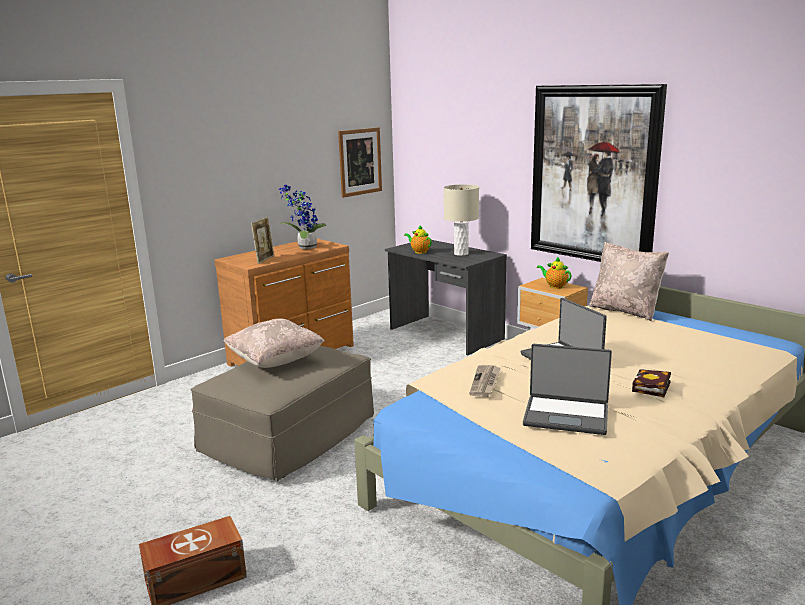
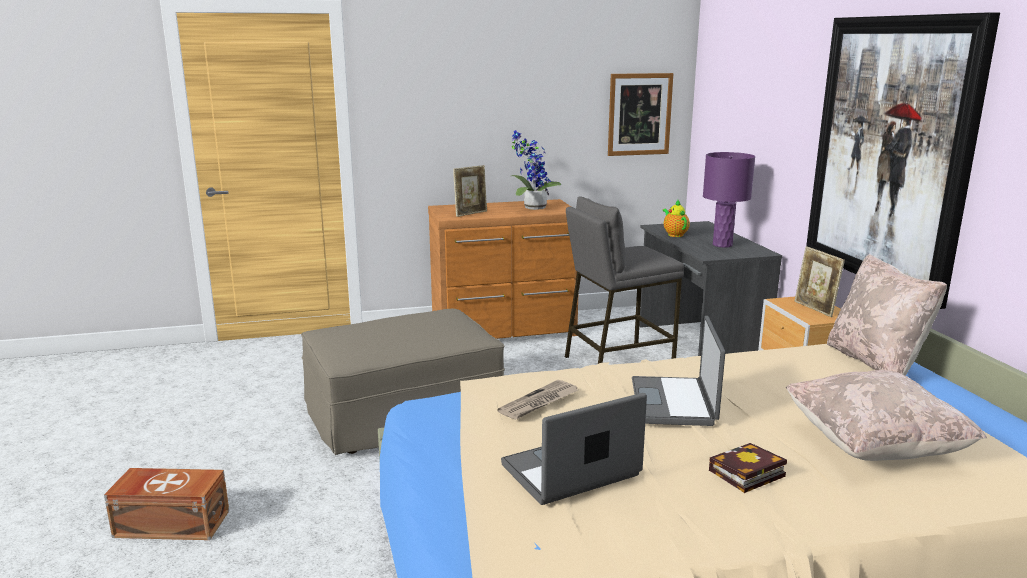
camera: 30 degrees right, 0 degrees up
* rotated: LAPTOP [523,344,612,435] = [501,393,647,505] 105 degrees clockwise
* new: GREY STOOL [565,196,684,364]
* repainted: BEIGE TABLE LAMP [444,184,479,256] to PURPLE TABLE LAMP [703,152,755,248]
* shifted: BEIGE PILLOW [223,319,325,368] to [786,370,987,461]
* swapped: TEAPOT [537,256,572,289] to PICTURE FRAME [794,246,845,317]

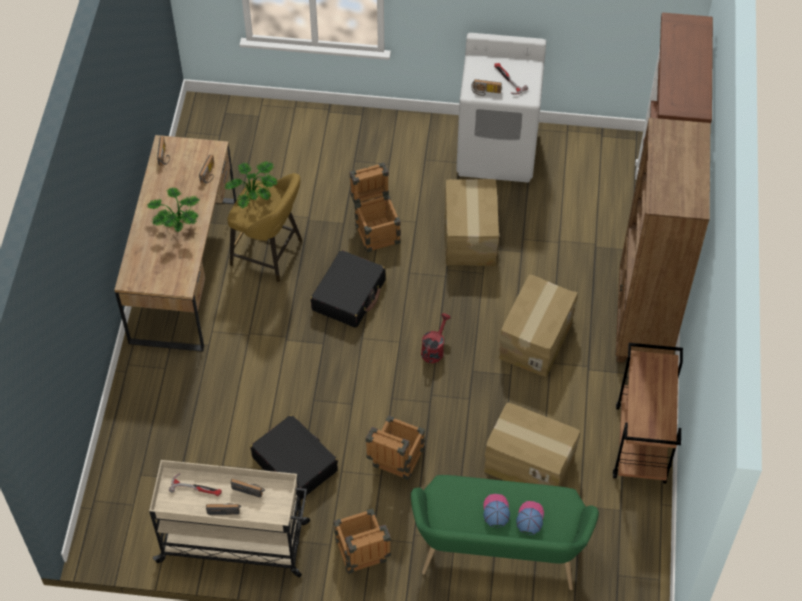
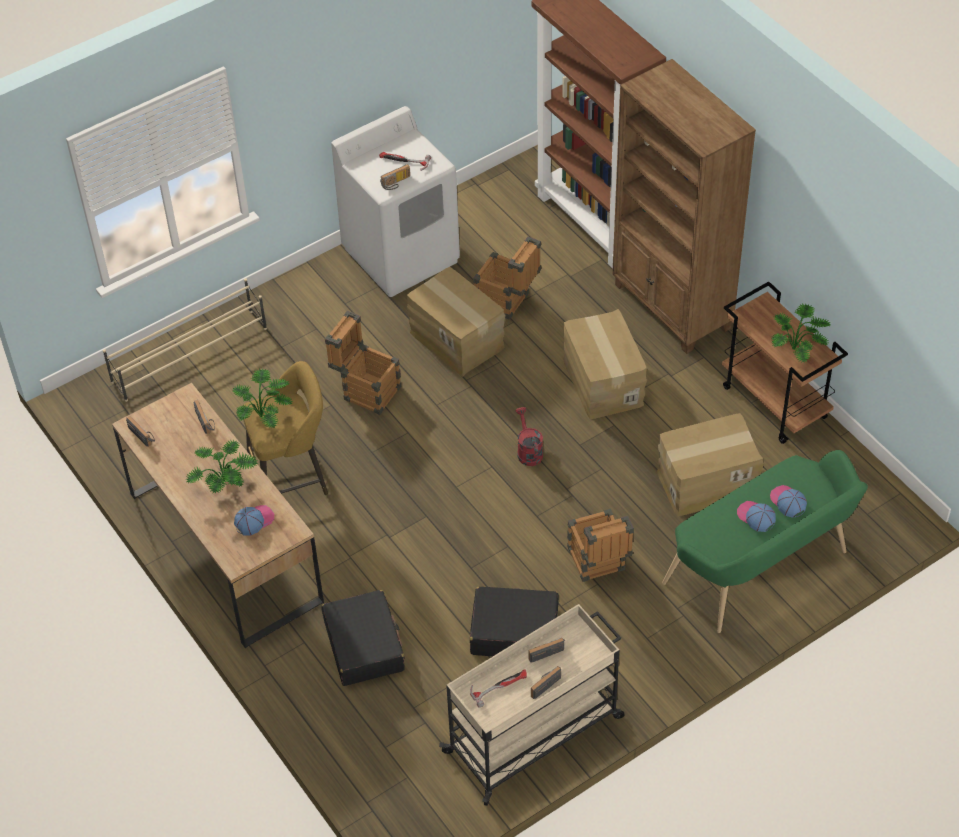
camera: 40 degrees left, 5 degrees down
* new: BEIGE SHOE RACK [103,278,267,402]
* new: CAP [234,505,275,535]
* shifted: BLACK SUITCASE [311,250,386,328] to [322,590,405,686]
* shifted: CRATE [334,508,391,574] to [473,236,541,320]
* new: POTTED PLANT [772,304,831,363]

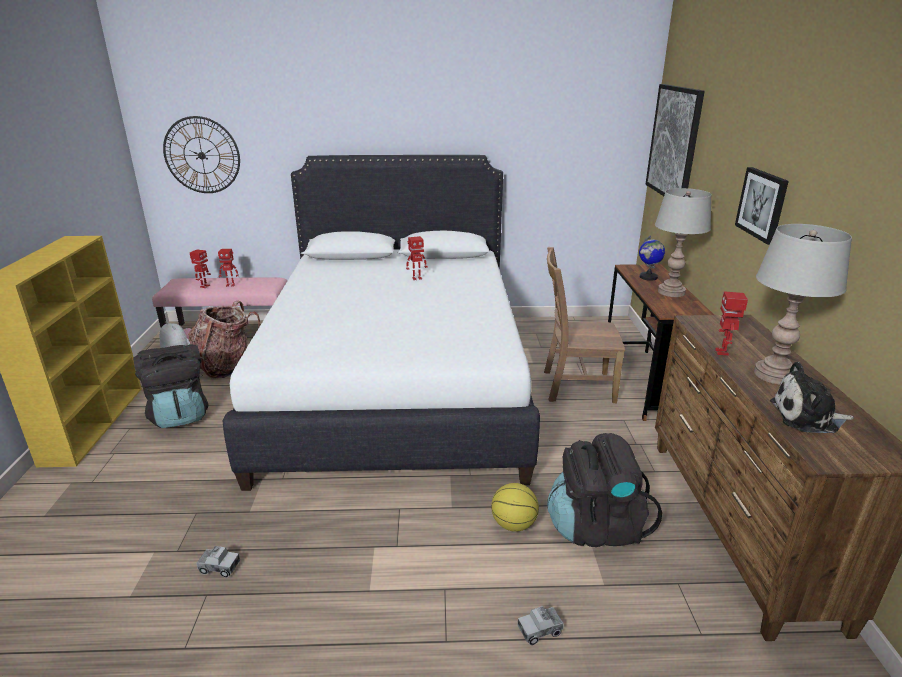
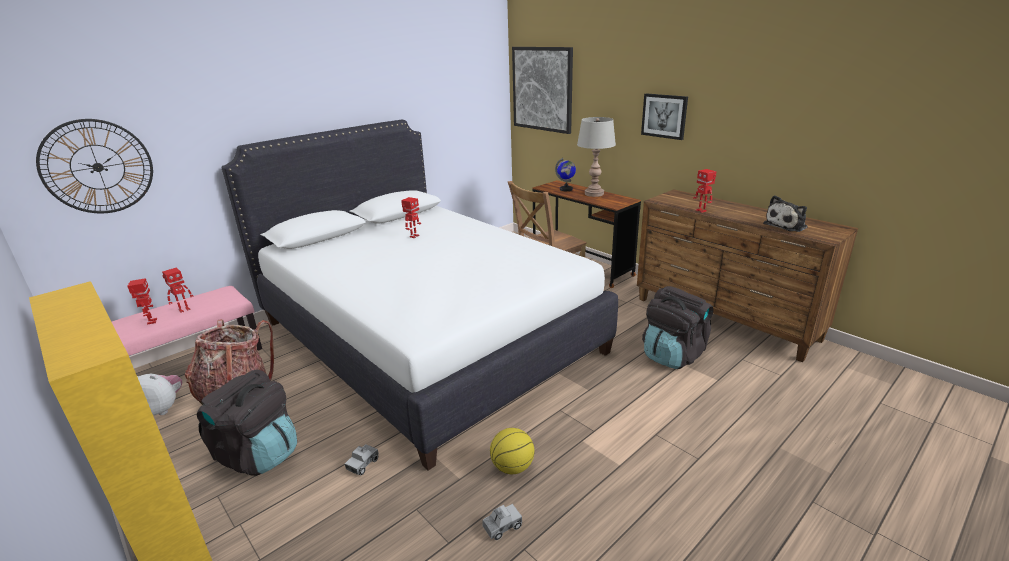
camera: 40 degrees left, 0 degrees up
* shifted: TOY TRUCK [518,606,563,645] to [345,444,379,475]
* shifted: BASKETBALL [491,483,539,532] to [490,428,535,474]
* gone: GREY TABLE LAMP [754,224,852,385]

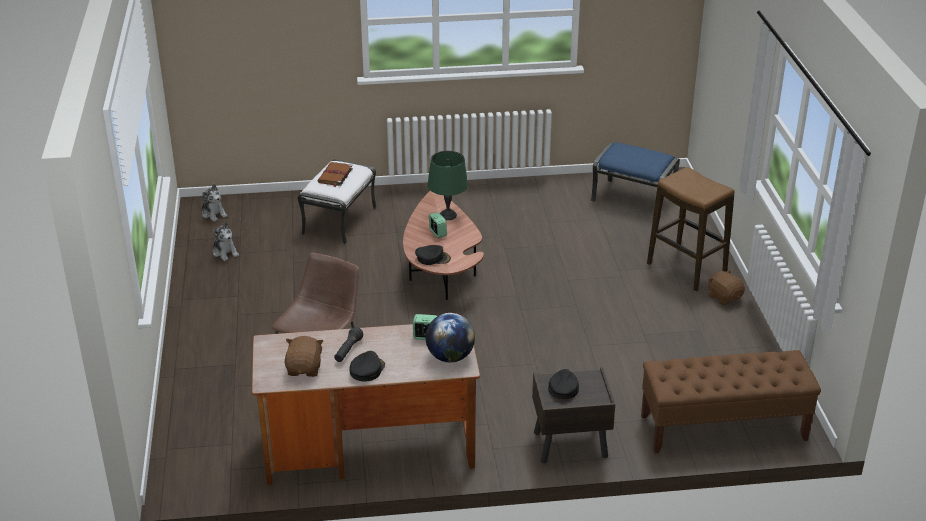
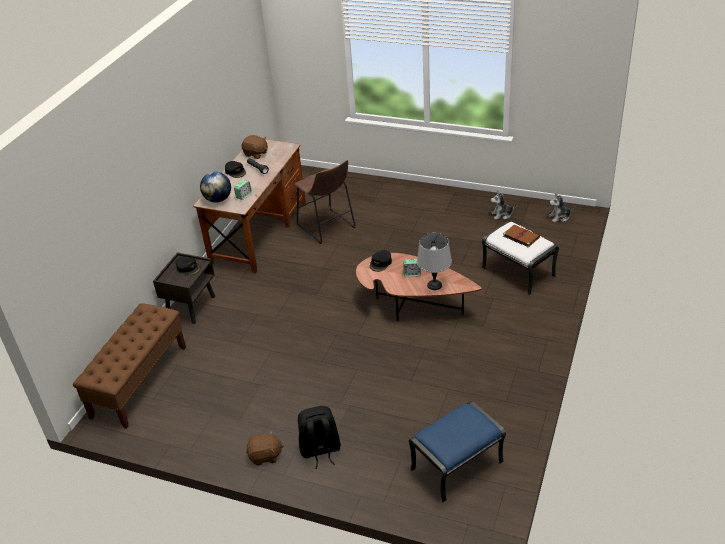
camera: 120 degrees right, 5 degrees up
* swapped: STOOL [647,167,734,291] to BLACK BACKPACK [298,406,341,469]
* repainted: GREEN TABLE LAMP [427,151,468,220] to GREY TABLE LAMP [417,233,452,290]

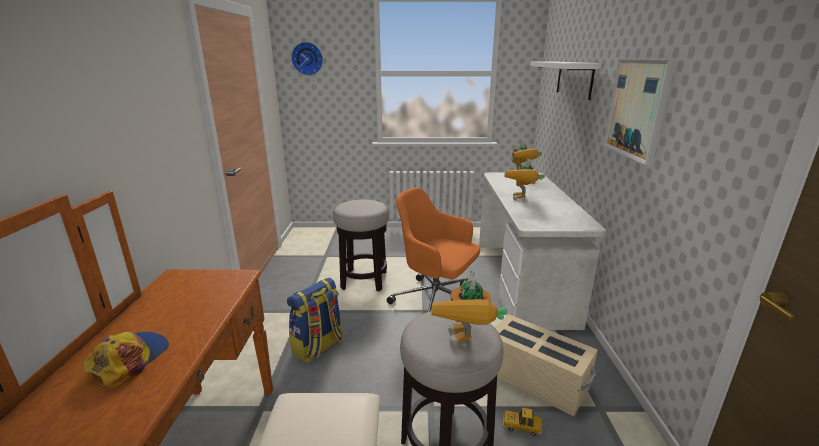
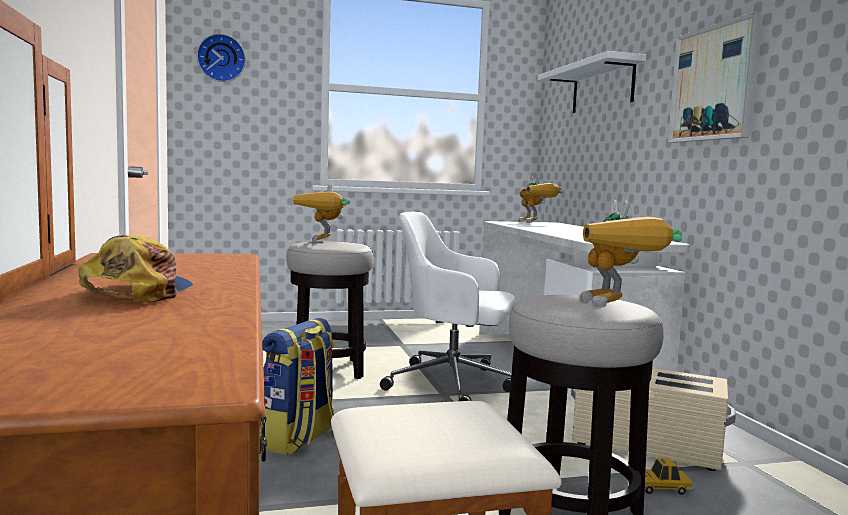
camera: 15 degrees left, 15 degrees down
* shifted: TOY ROBOT [504,159,545,200] to [293,183,350,242]
* repainted: ORANGE OFFICE CHAIR [387,188,480,312] to WHITE OFFICE CHAIR [380,212,516,401]

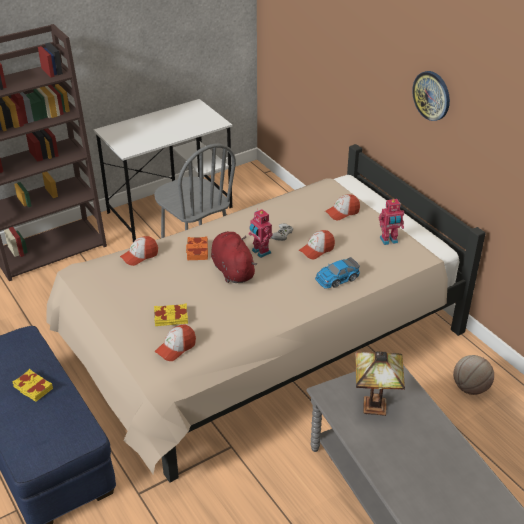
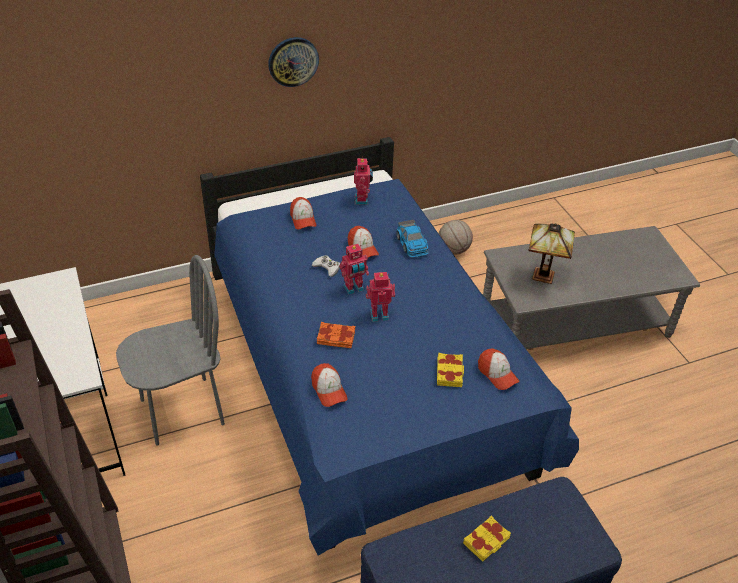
camera: 80 degrees left, 5 degrees up
* repainted: BEIGE BED [46,144,485,482] to BLUE BED [200,137,579,556]
* swapped: RED PLUSH TOY [211,231,257,283] to TOY ROBOT [366,272,395,322]

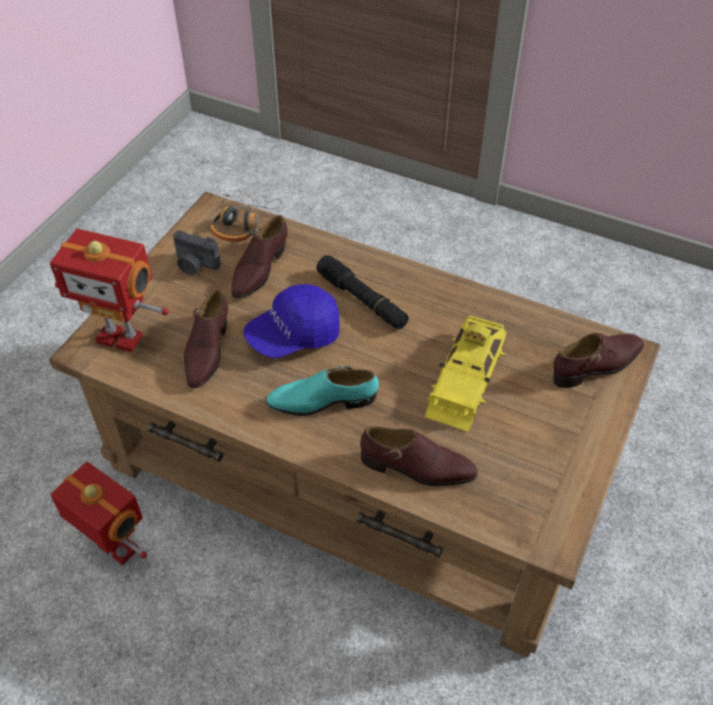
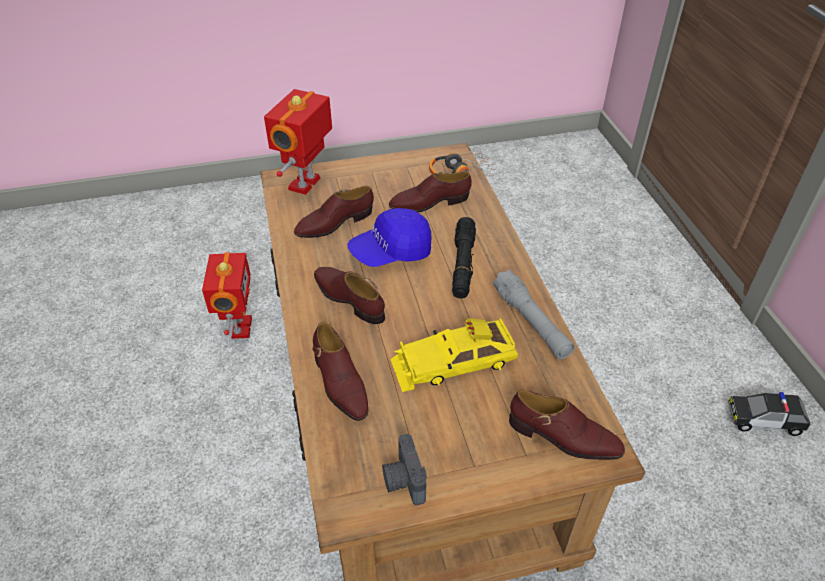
camera: 50 degrees right, 5 degrees down
* rotated: TOY ROBOT [50,229,169,353] = [264,89,332,195] 45 degrees clockwise
* repainted: TURQUOISE SHOE [266,366,379,416] to BROWN SHOE [314,267,385,324]
* rotated: BLUE CAP [243,284,340,358] = [348,208,431,267] 45 degrees counterclockwise
* shifted: PHOTO CAMERA [173,231,221,275] to [382,434,427,505]
* new: GREY FLASHLIGHT [493,269,575,359]
* new: TOY CAR [728,392,811,436]

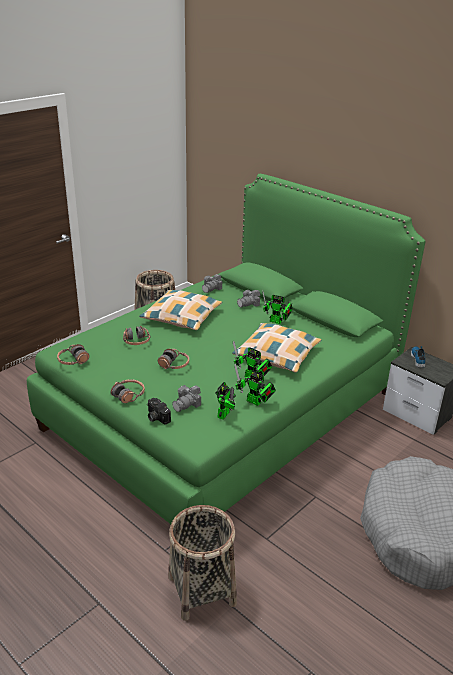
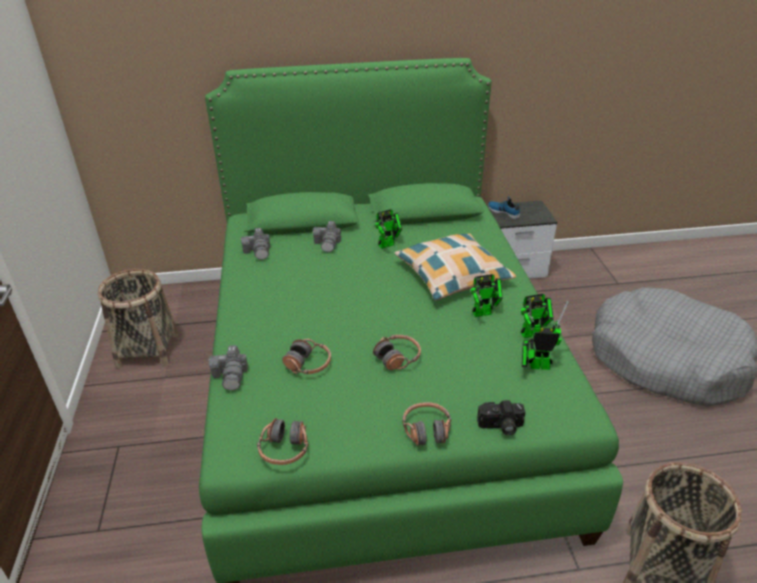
camera: 50 degrees left, 5 degrees up
* shifted: PHOTO CAMERA [172,385,201,412] to [208,345,248,391]
* rotated: TOY ROBOT [215,382,236,420] = [522,300,569,370] 60 degrees counterclockwise
* gone: PILLOW [139,290,222,330]

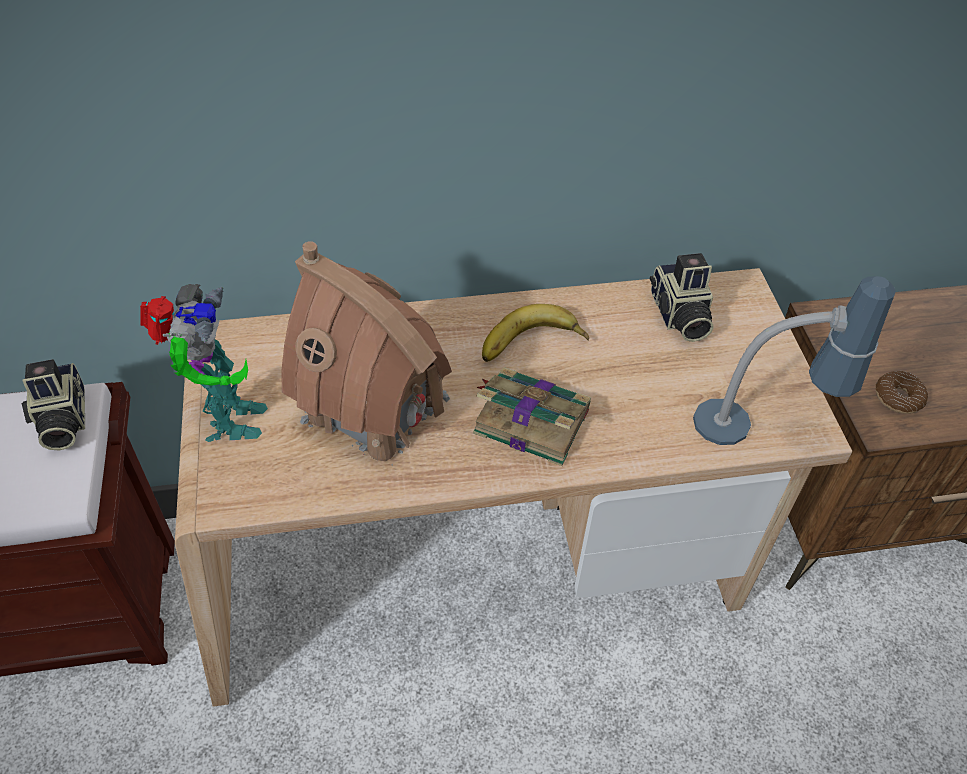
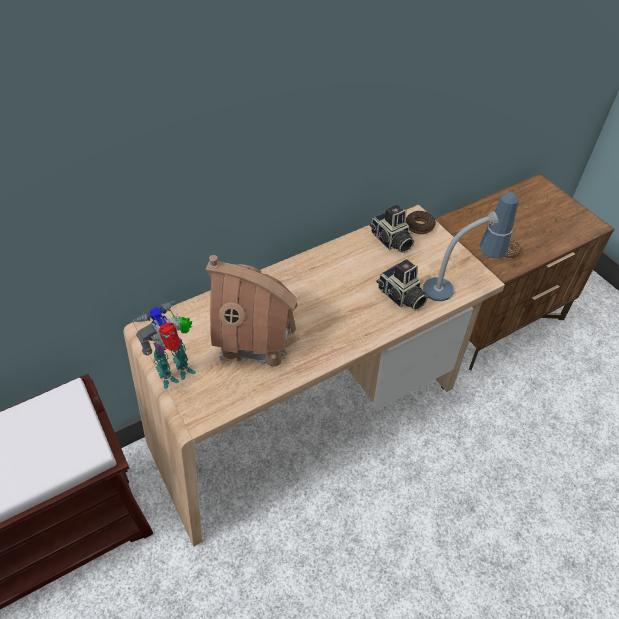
camera: 20 degrees left, 0 degrees up
* rotated: TOY ROBOT [140,284,268,442] = [133,301,196,389] 105 degrees counterclockwise
* shifted: PHOTO CAMERA [22,359,85,451] to [377,259,428,311]
* new: DONUT [406,211,436,234]
* gone: BOOK [473,367,591,466]
* gone: BANANA [482,304,589,362]

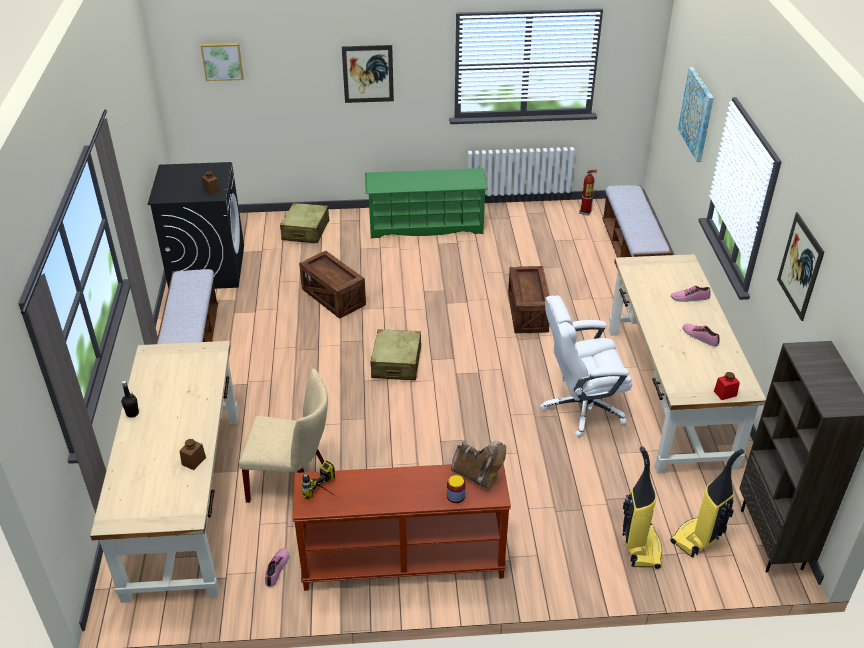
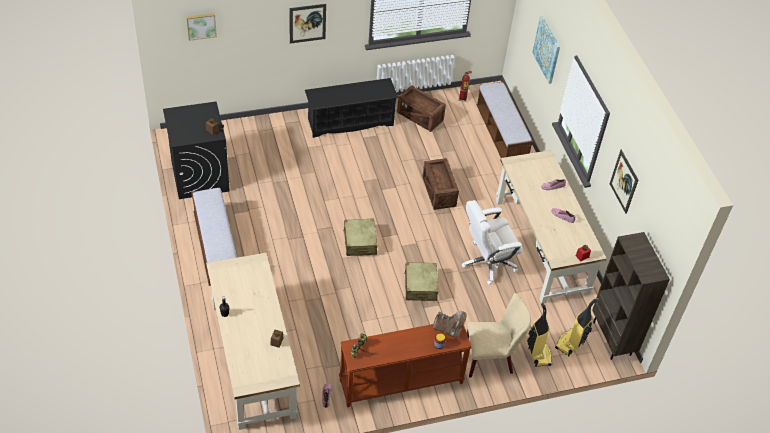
camera: 15 degrees left, 10 degrees up
* repainted: GREEN SHOE RACK [365,168,488,238] to BLACK SHOE RACK [305,78,398,138]
* shifted: CRATE [299,251,366,319] to [397,85,446,132]
* shifted: BEIGE SUITCASE [280,203,329,243] to [404,262,438,301]
* shifted: BEIGE CHAIR [239,369,328,503] to [467,293,531,377]

